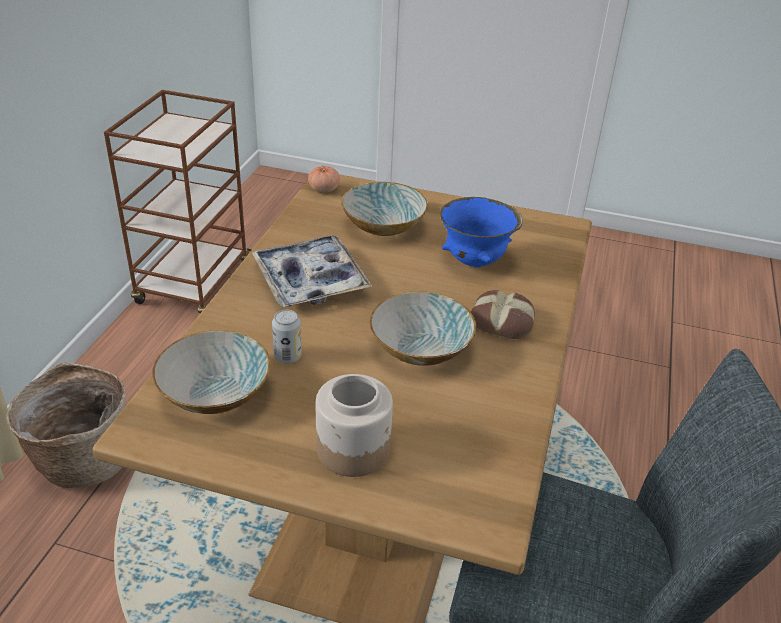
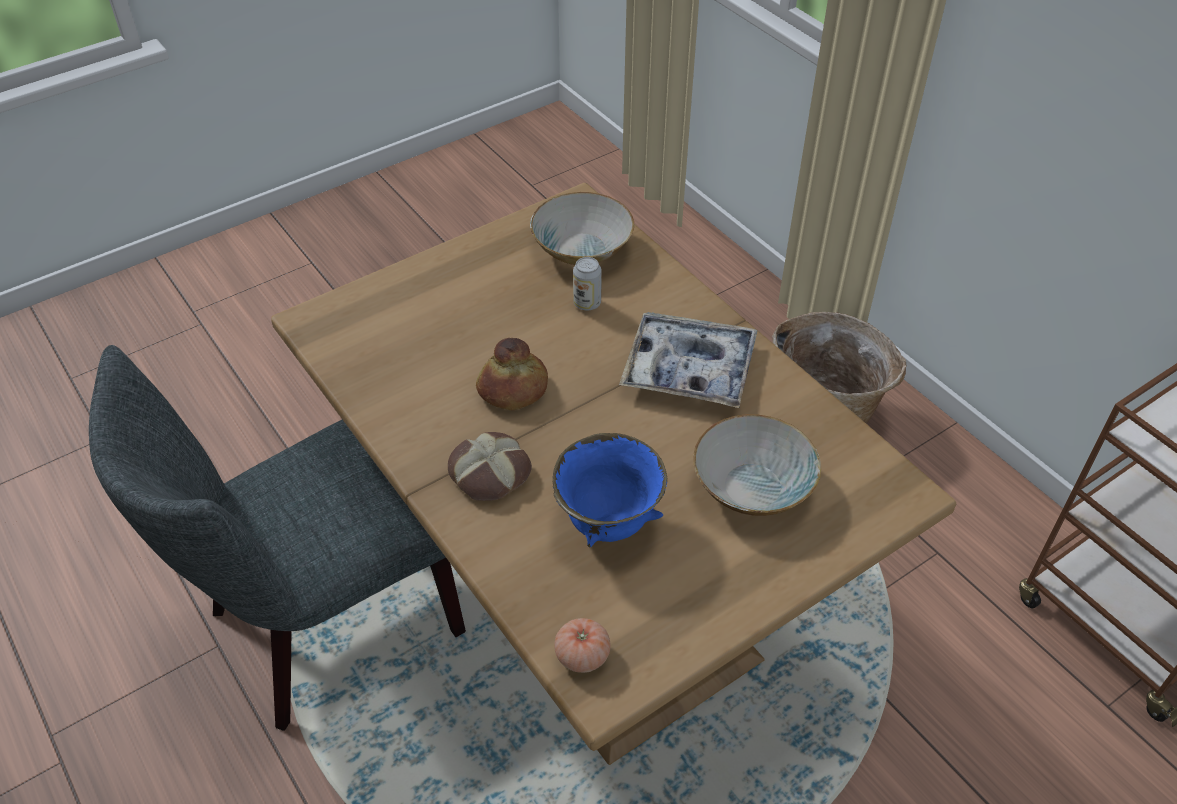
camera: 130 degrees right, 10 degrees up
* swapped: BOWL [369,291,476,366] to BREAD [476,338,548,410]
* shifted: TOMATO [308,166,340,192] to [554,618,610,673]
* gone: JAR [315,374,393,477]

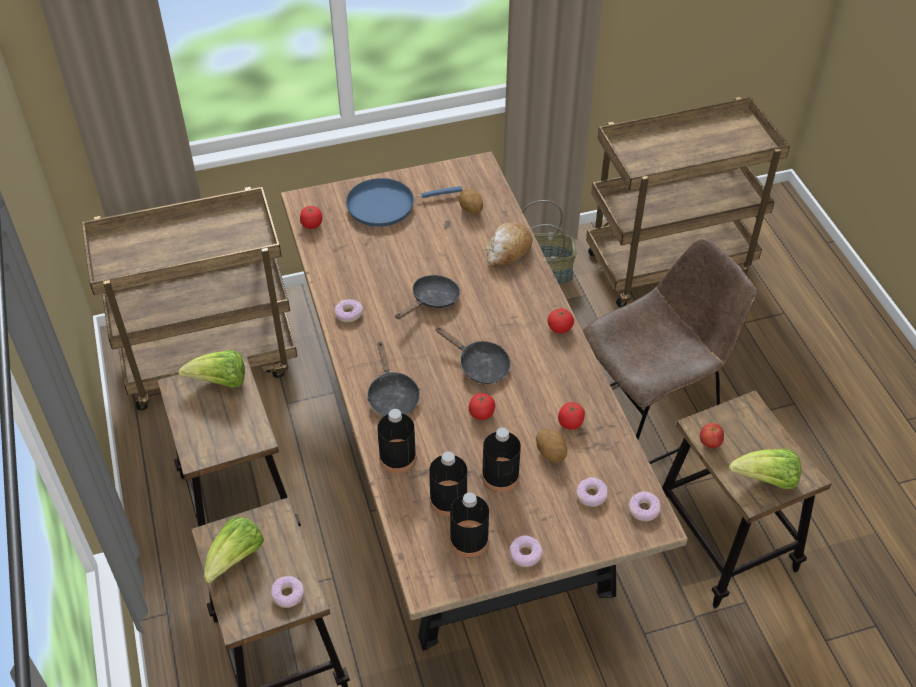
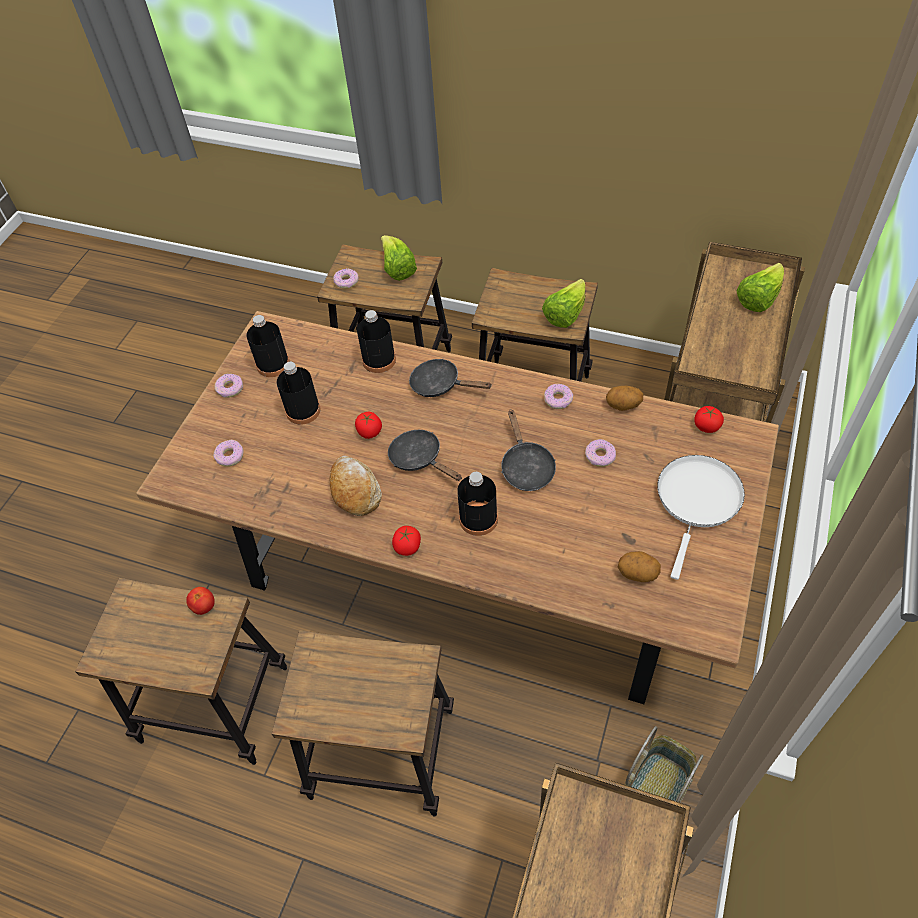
camera: 130 degrees right, 5 degrees up
* swapped: BROWN CHAIR [582,238,757,464] to STOOL [272,630,454,817]
* shifted: BREAD [486,222,533,268] to [329,456,382,516]
* rotated: BLACK FRYING PAN [435,326,511,384] = [388,430,462,481] 60 degrees clockwise
* shifted: BLACK BOTTLE [429,451,467,516] to [457,472,498,536]
* shifted: DONUT [628,491,661,521] to [585,439,616,467]
* shifted: POTATO [536,429,567,463] to [606,386,643,411]
* repainted: BLUE FRYING PAN [346,178,462,227] to WHITE FRYING PAN [657,455,745,580]
* shifted: LETTUCE [729,449,801,489] to [736,263,784,312]
* gone: TOMATO [558,402,585,430]

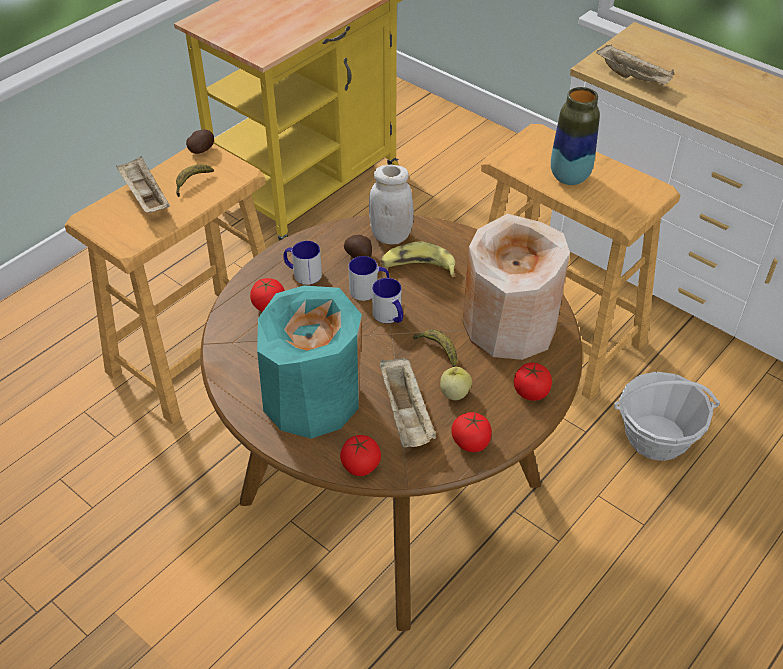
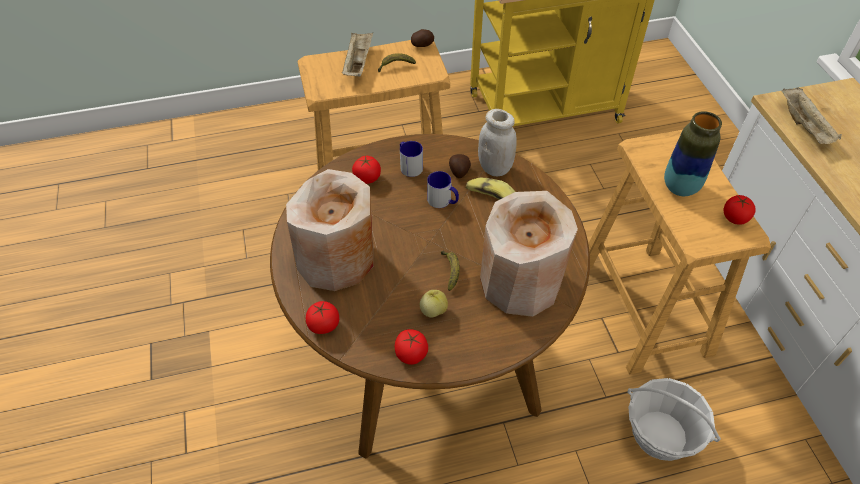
camera: 35 degrees right, 5 degrees up
* repainted: TURQUOISE VASE [257,285,362,439] to BEIGE VASE [286,169,373,291]
* shifted: TOMATO [514,363,552,401] to [724,195,756,225]
* gone: MUG [372,278,403,323]
* gone: BEIGE TRAY [380,357,436,447]

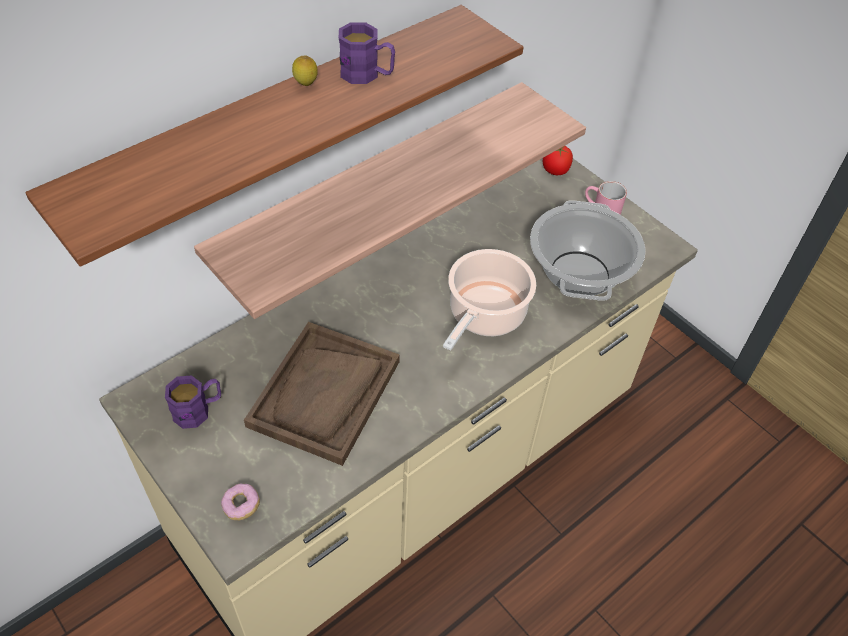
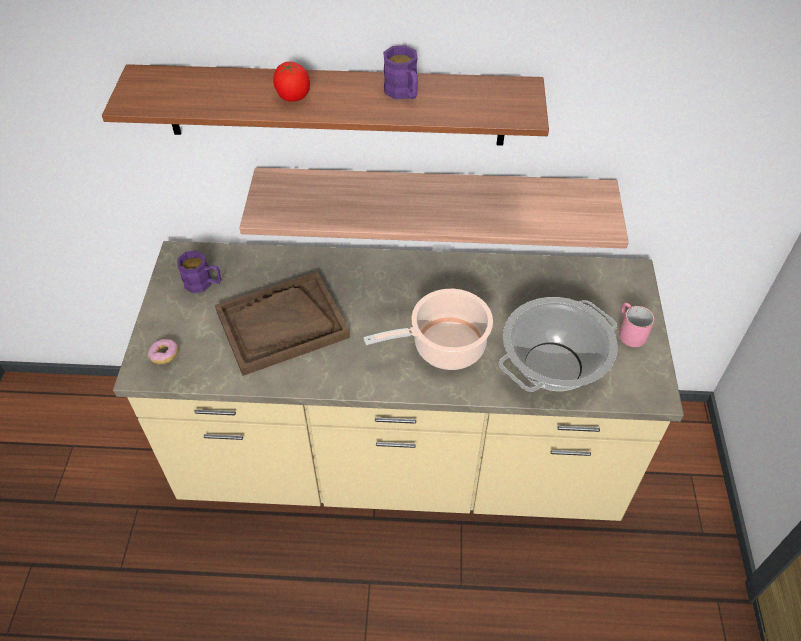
camera: 45 degrees right, 0 degrees up
* shifted: TOMATO [543,146,573,175] to [273,62,310,102]
* gone: LEMON [292,56,318,86]

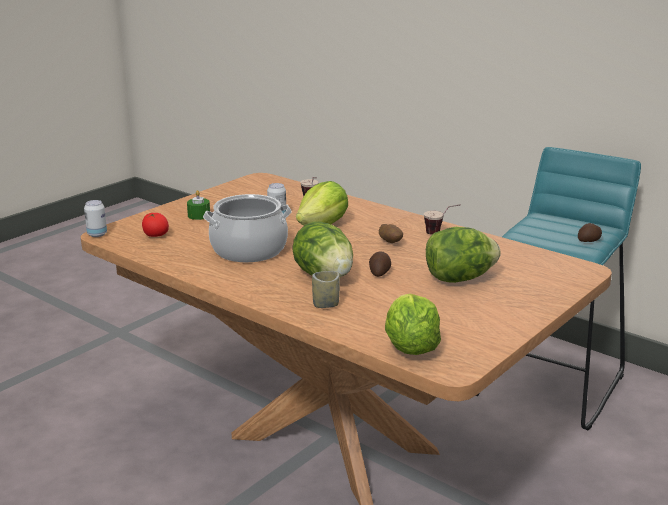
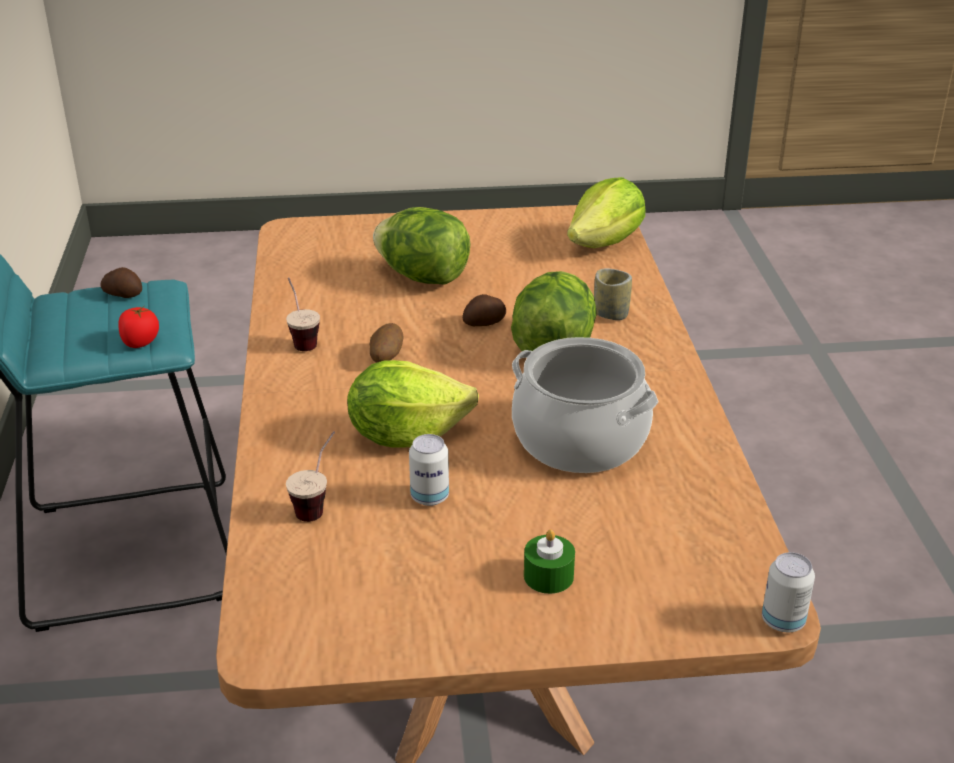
camera: 135 degrees left, 10 degrees up
* shifted: TOMATO [142,213,169,237] to [118,306,159,348]

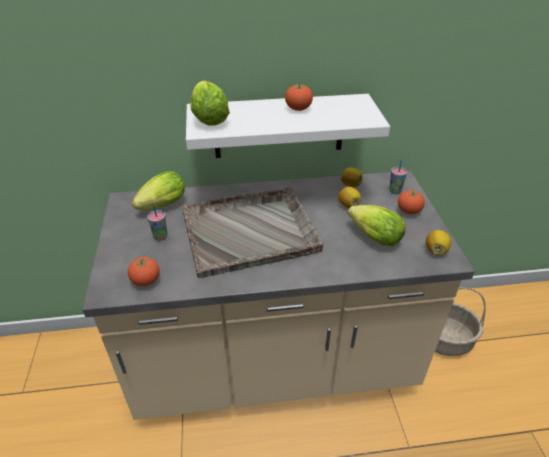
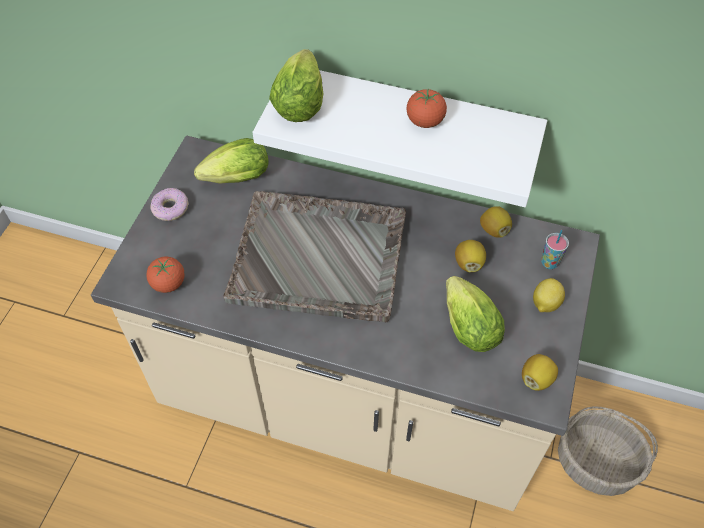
camera: 25 degrees right, 15 degrees up
* new: DONUT [150,188,189,221]
* swapped: TOMATO [398,190,425,214] to LEMON [533,278,565,312]
* gone: CUP [147,204,167,241]

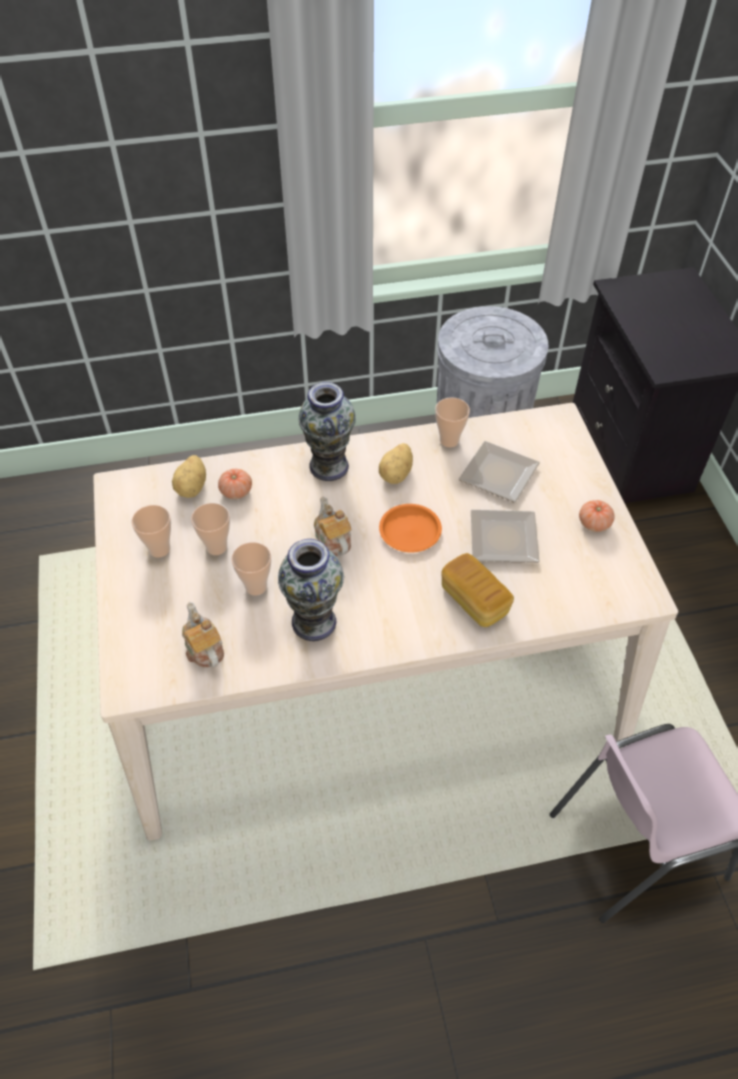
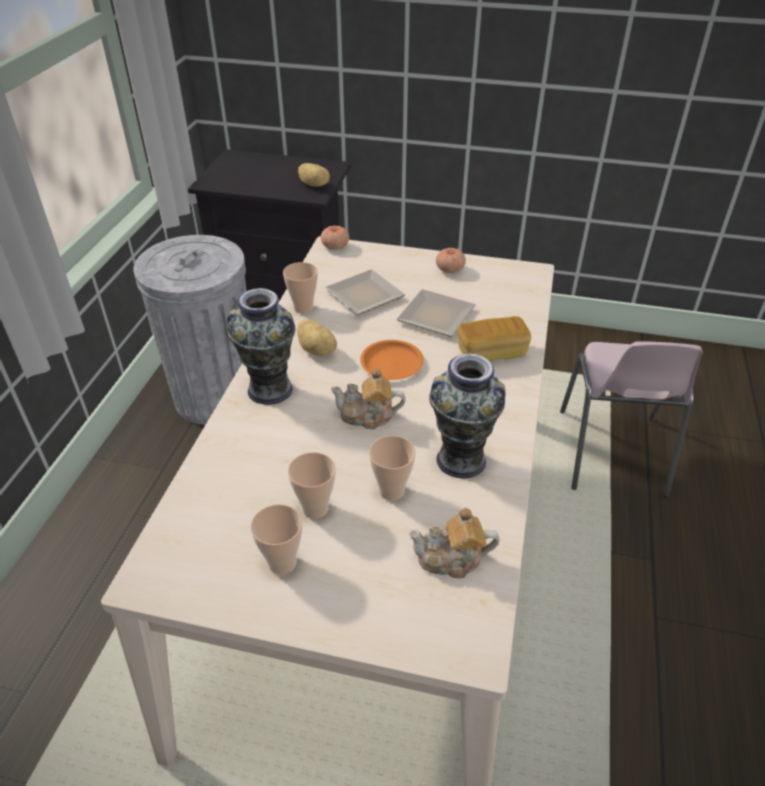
camera: 65 degrees left, 10 degrees down
* shifted: POTATO [172,455,206,498] to [298,163,330,187]
* shifted: TOMATO [218,469,252,499] to [321,226,349,250]

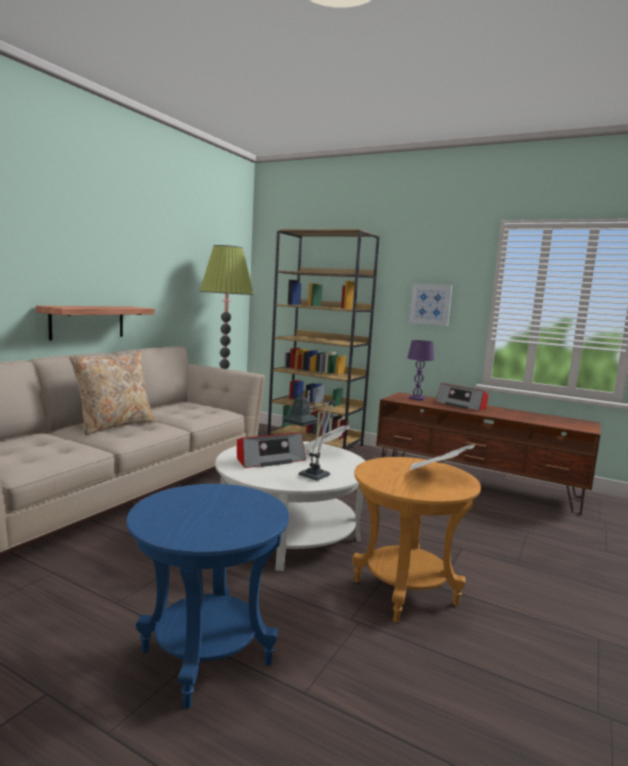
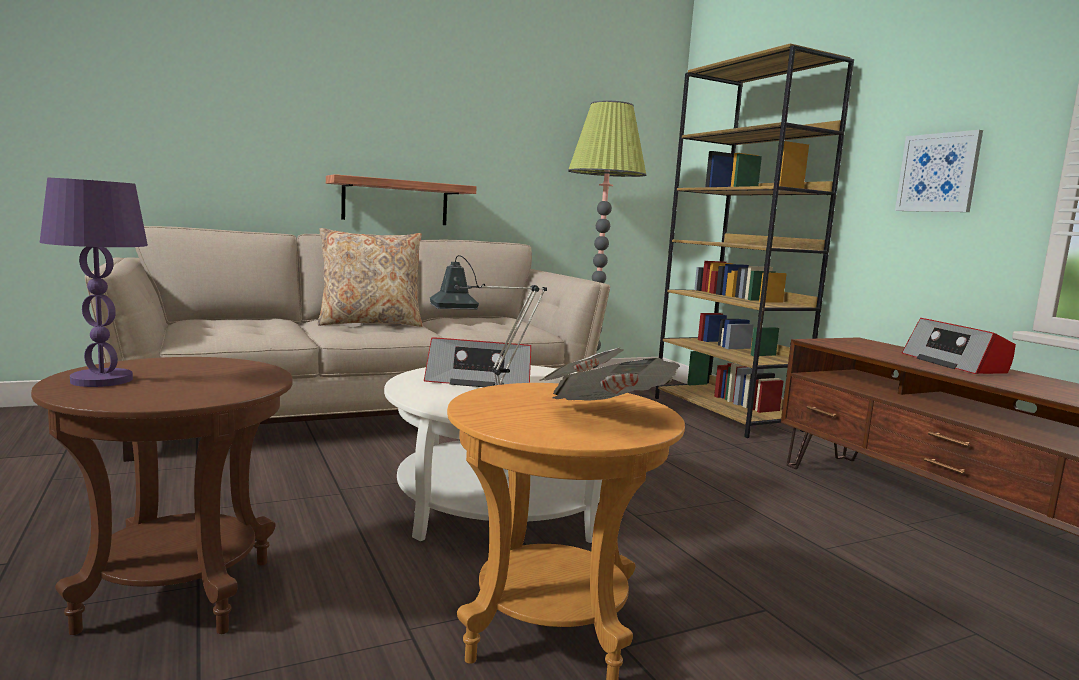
camera: 35 degrees right, 0 degrees up
* repainted: BLUE SIDE TABLE [126,484,289,709] to BROWN SIDE TABLE [31,357,293,635]
* shifted: PURPLE TABLE LAMP [408,340,434,401] to [40,178,148,387]

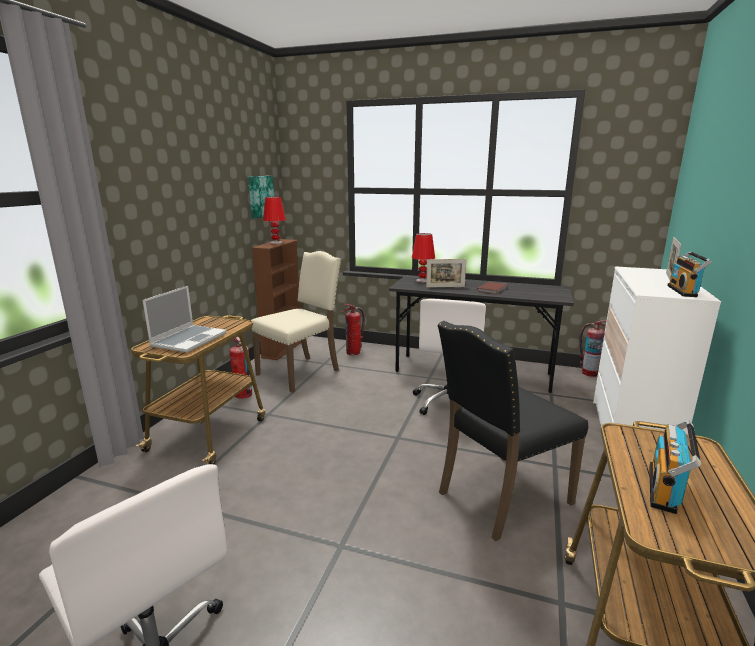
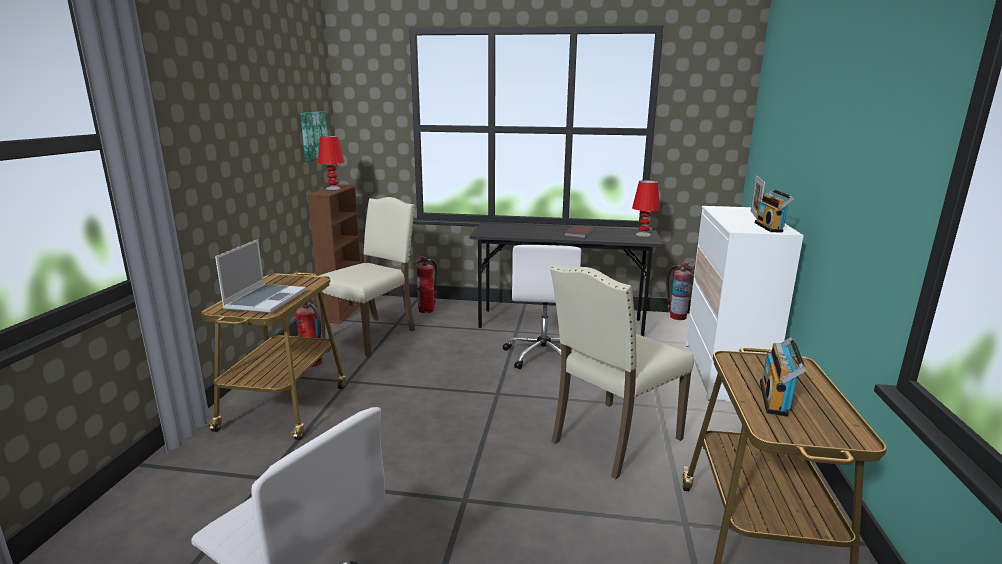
camera: 10 degrees left, 0 degrees up
* repainted: BLACK CHAIR [437,321,588,541] to BEIGE CHAIR [550,264,694,479]
* shifted: RED TABLE LAMP [412,233,435,282] to [632,180,660,237]
* gone: PICTURE FRAME [426,259,466,287]

